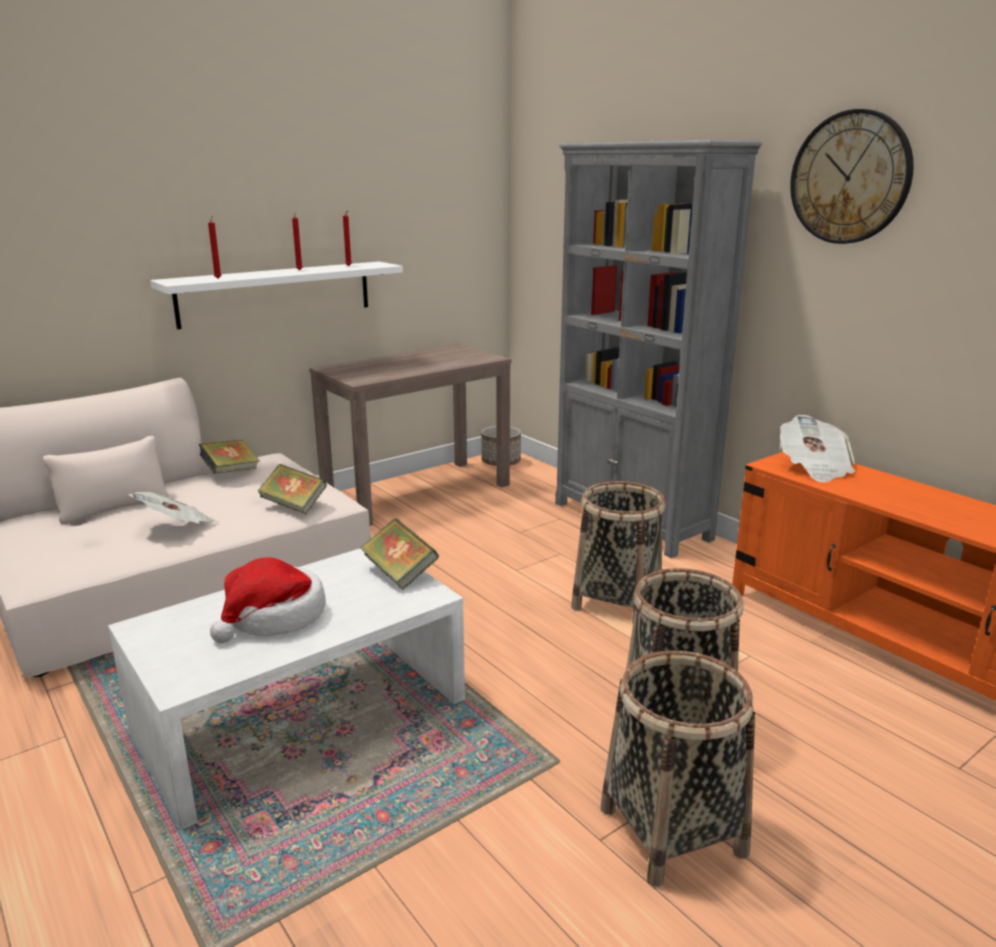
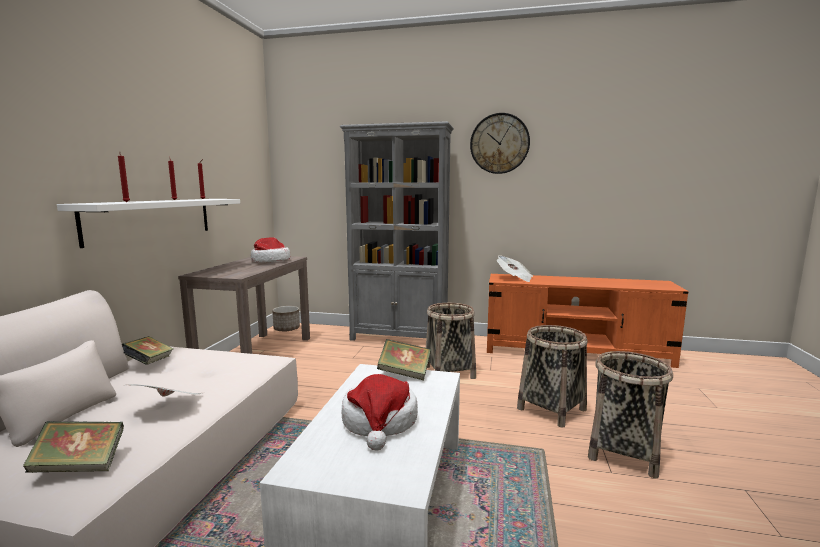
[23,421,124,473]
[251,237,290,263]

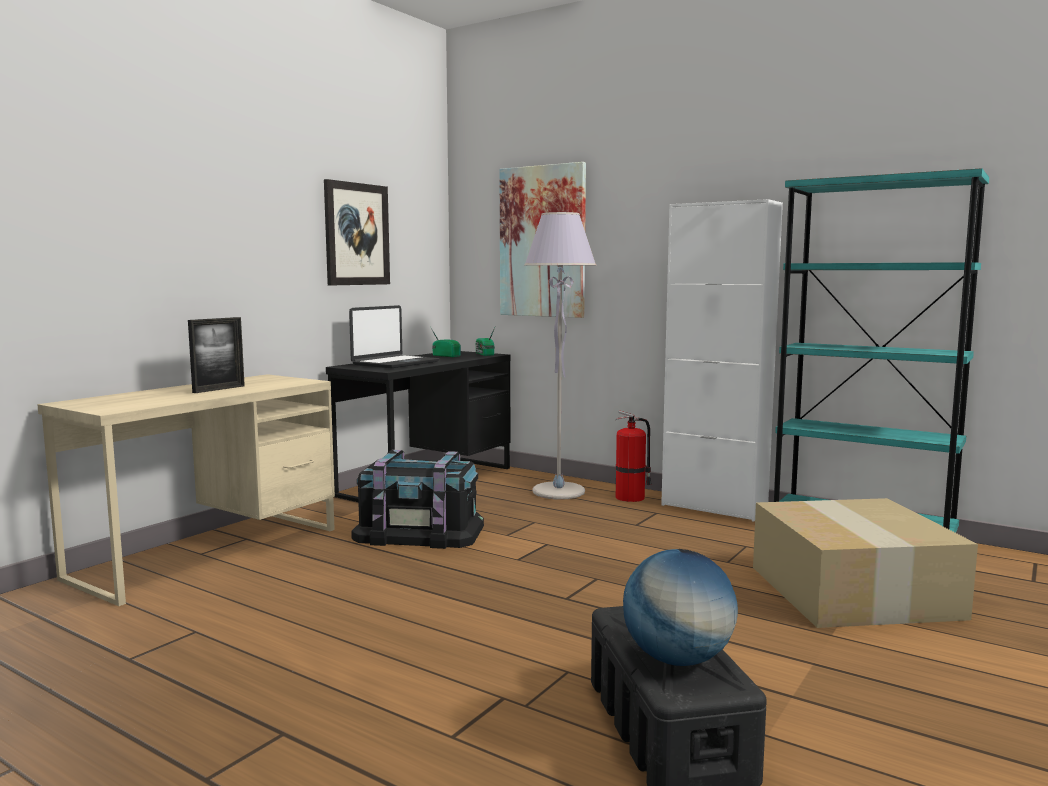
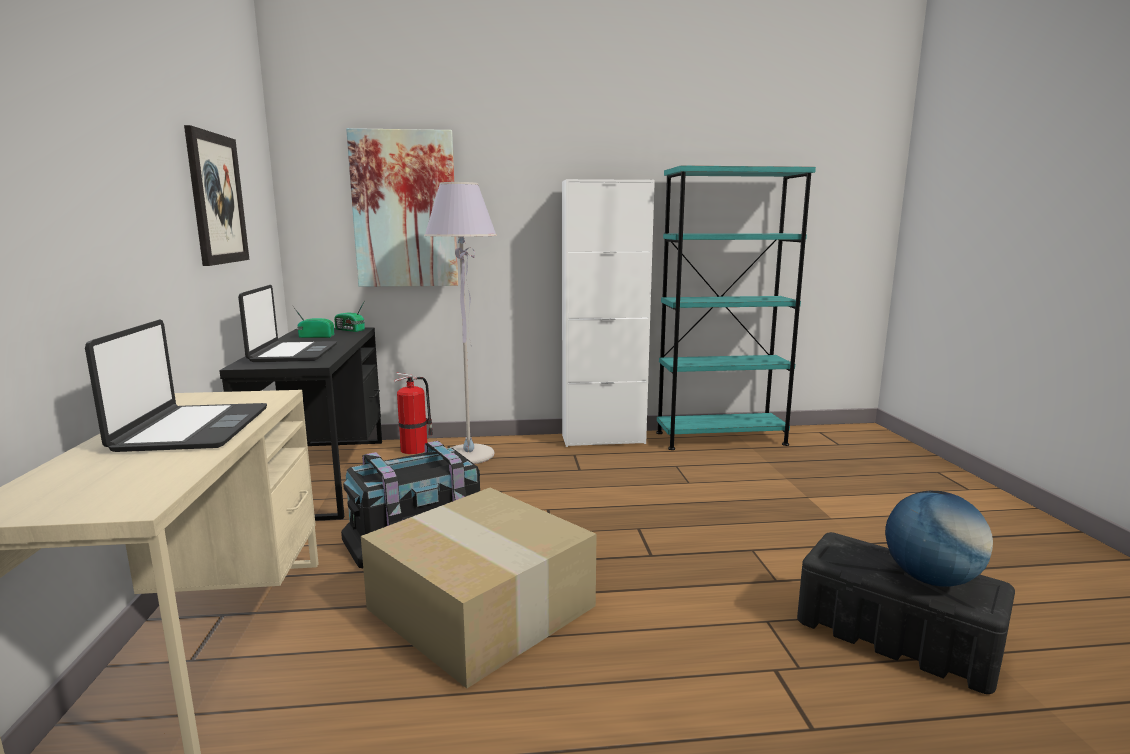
[85,319,267,452]
[361,488,597,688]
[394,373,434,454]

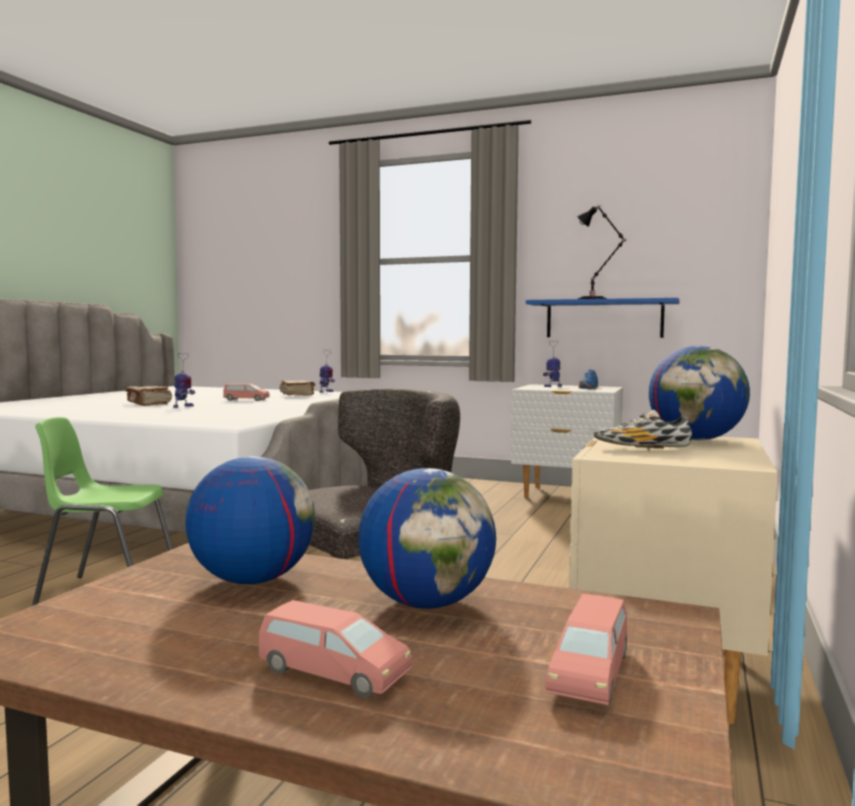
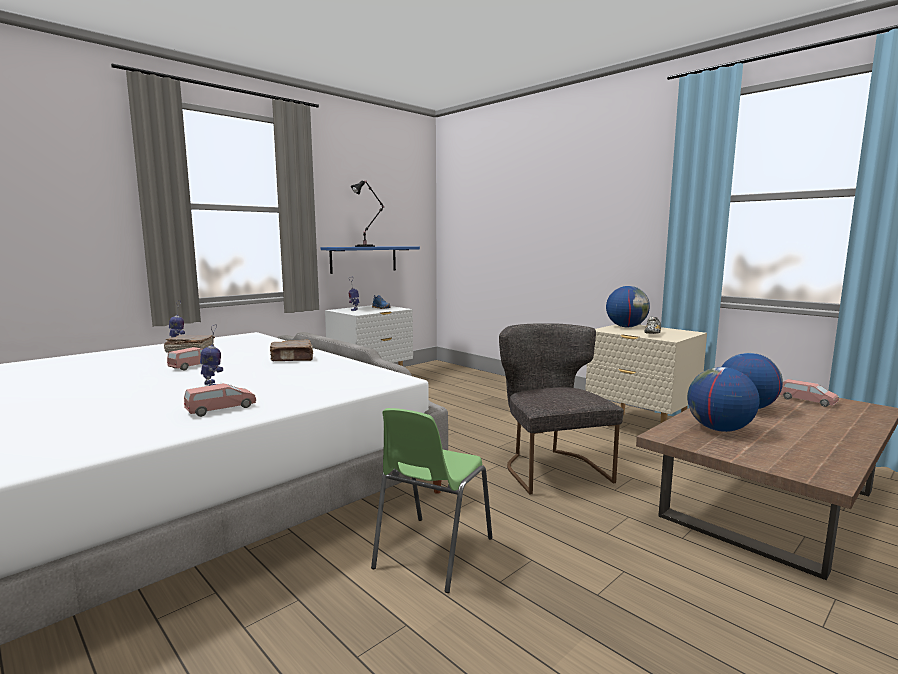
[184,383,256,417]
[270,339,313,361]

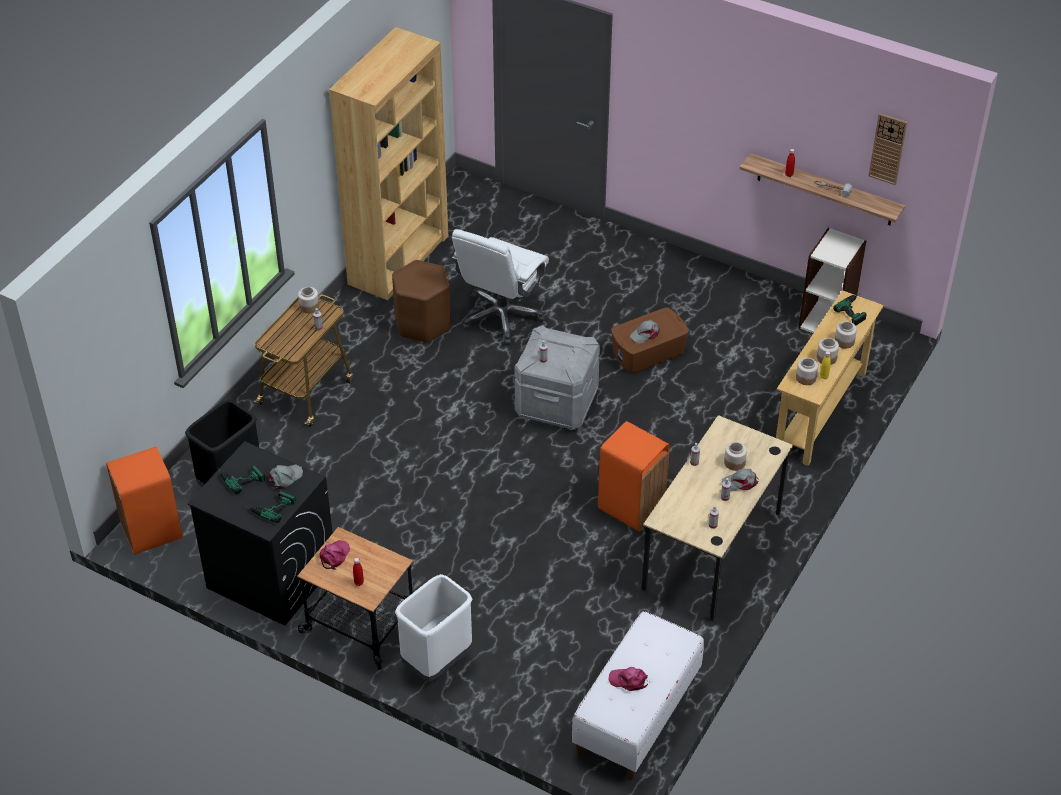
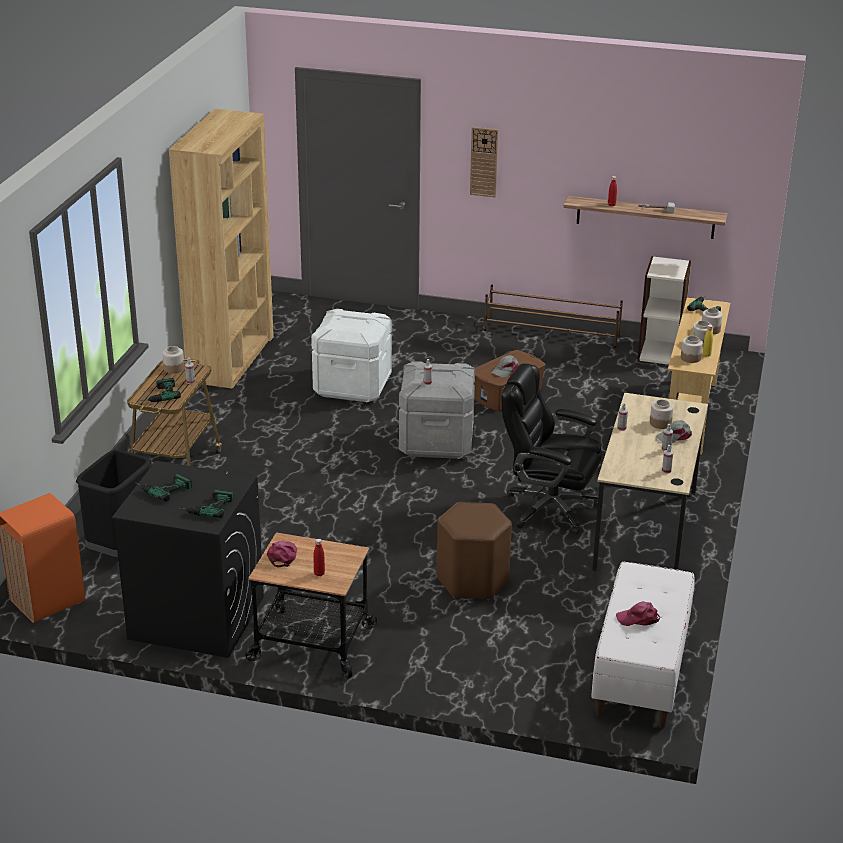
[142,378,181,402]
[311,309,392,402]
[437,502,512,600]
[470,127,498,198]
[484,285,623,348]
[502,363,602,535]
[269,465,303,491] (first image)
[395,574,473,682] (first image)

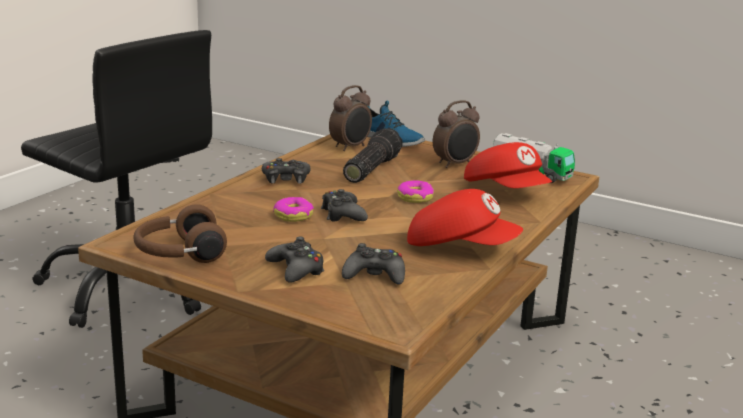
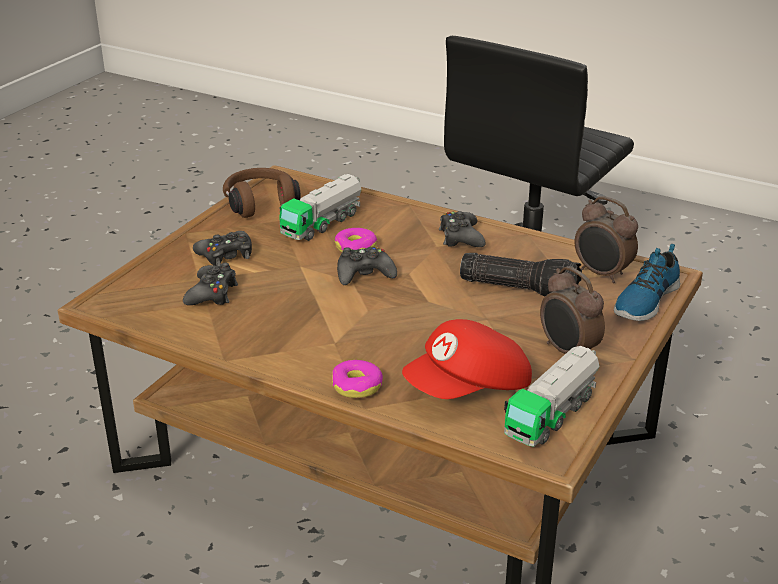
[279,174,362,241]
[332,360,383,398]
[407,189,523,246] (first image)

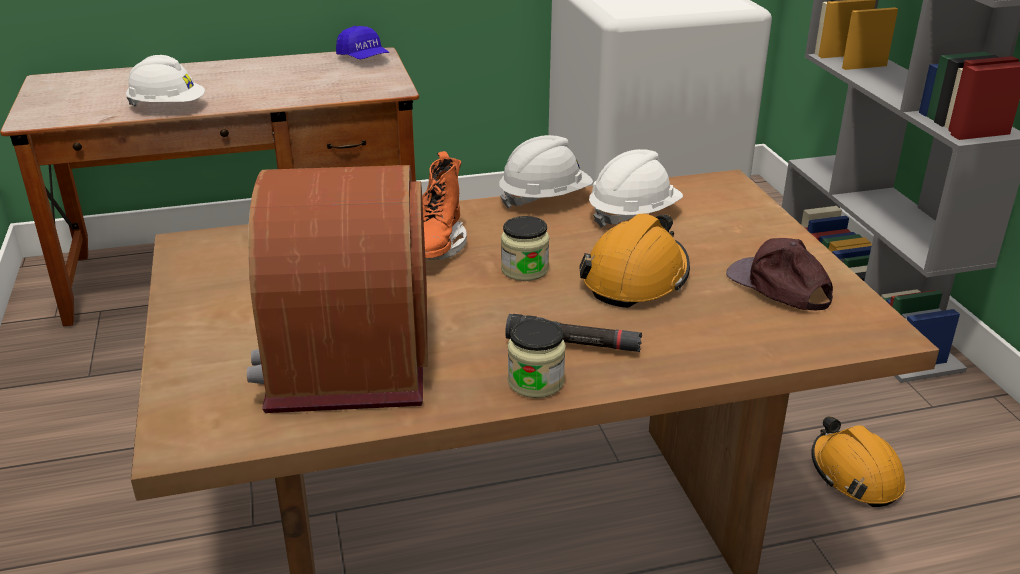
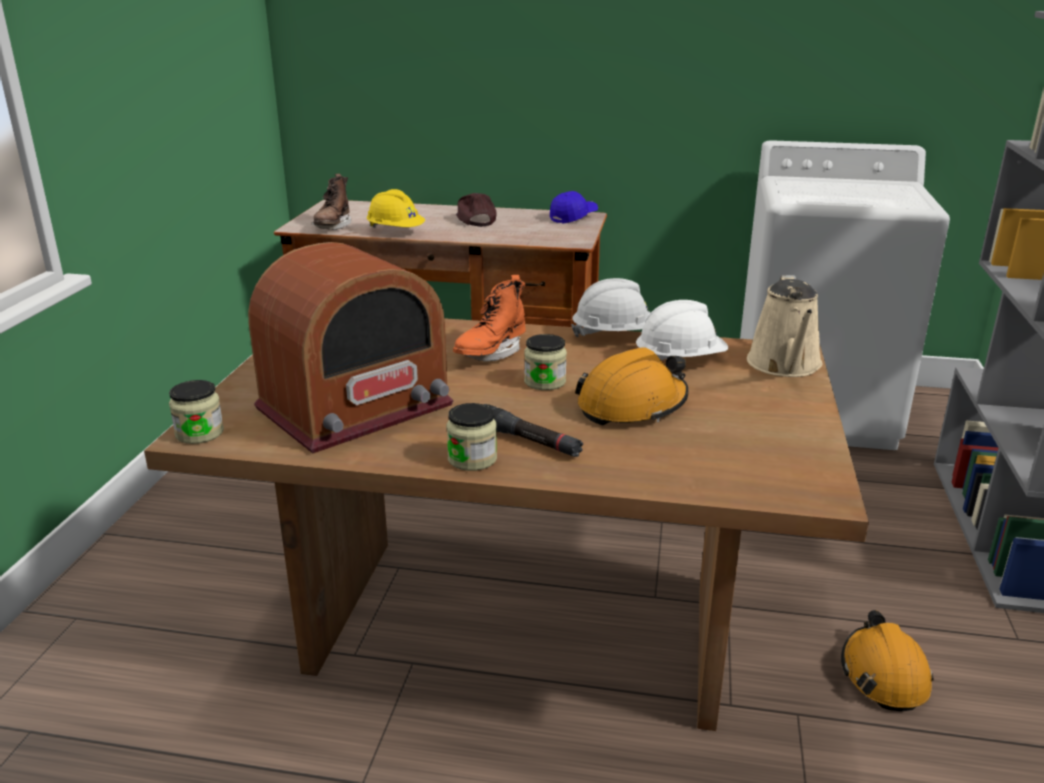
[169,380,224,444]
[248,242,454,453]
[312,173,351,230]
[367,189,425,228]
[456,193,497,227]
[550,191,598,224]
[747,275,822,377]

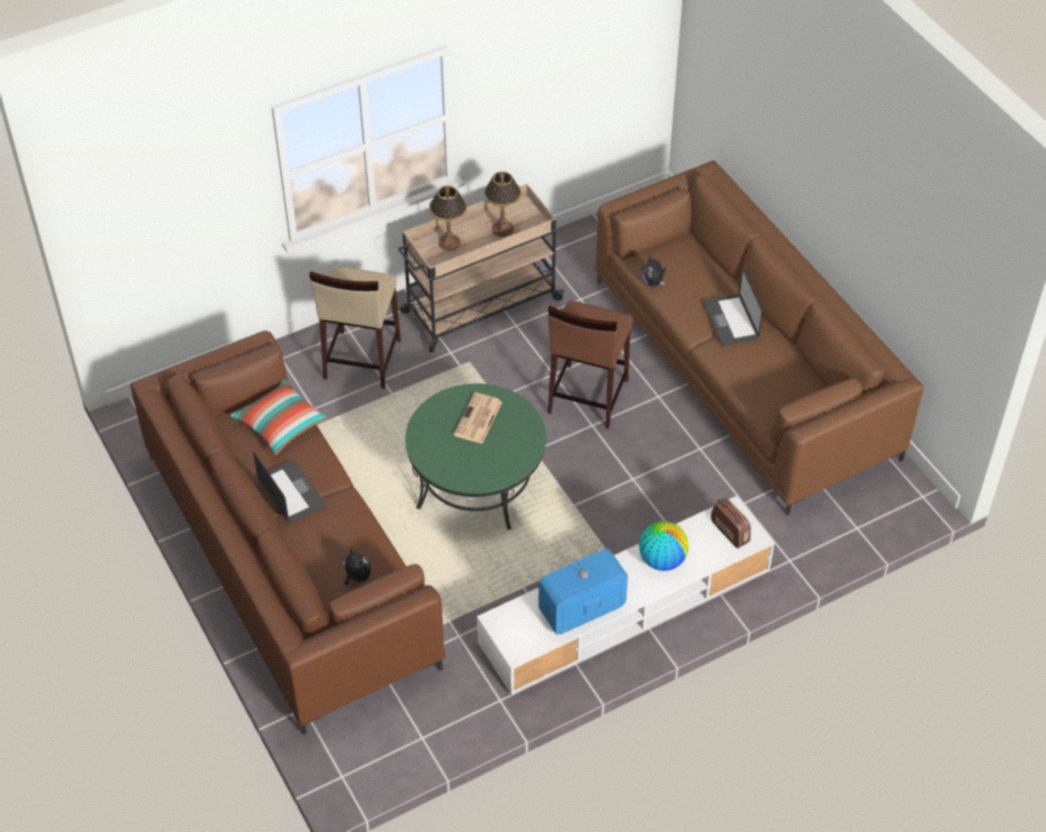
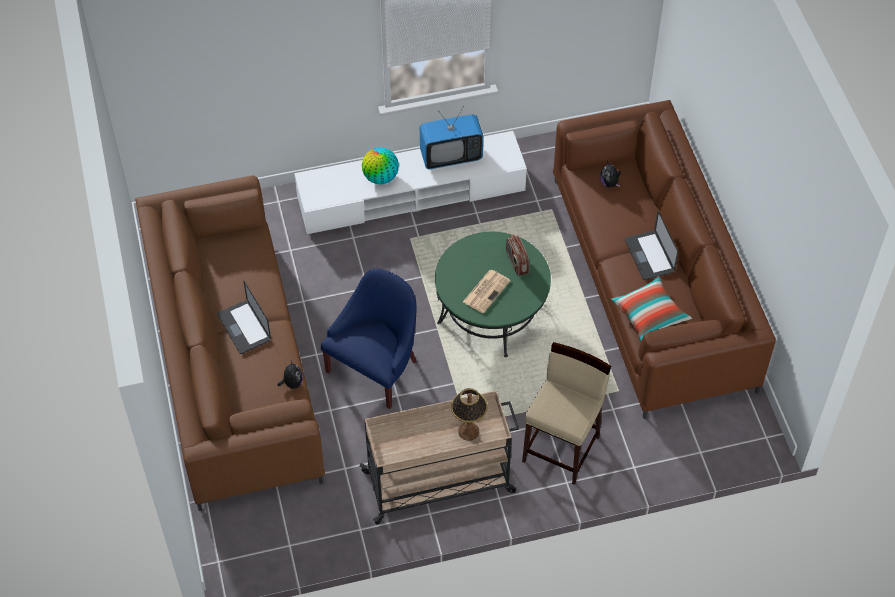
[217,281,271,354]
[321,268,417,409]
[506,235,529,276]
[484,171,522,237] (first image)

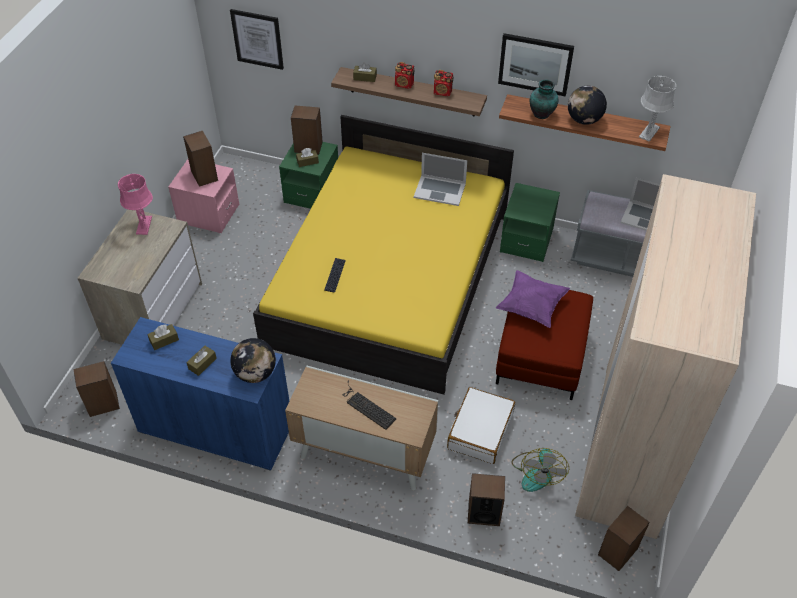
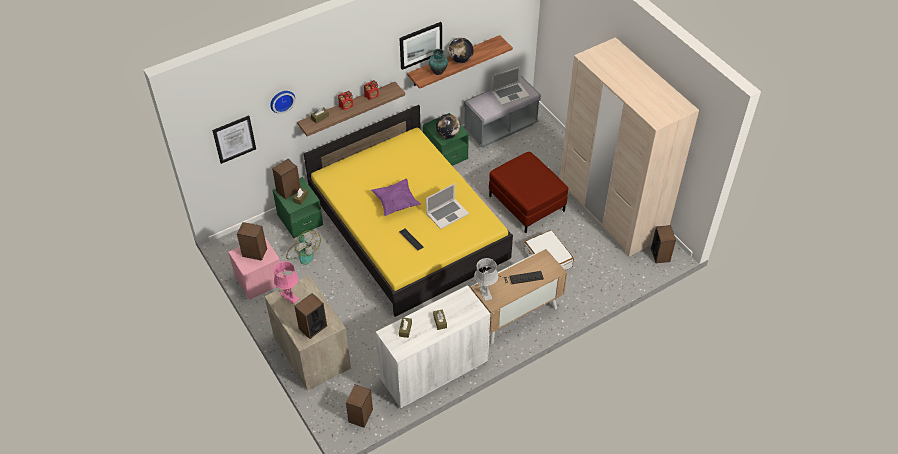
[270,91,295,114]
[286,230,321,265]
[294,293,327,339]
[371,178,421,216]
[376,285,491,408]
[426,183,469,229]
[436,114,460,139]
[474,258,498,301]

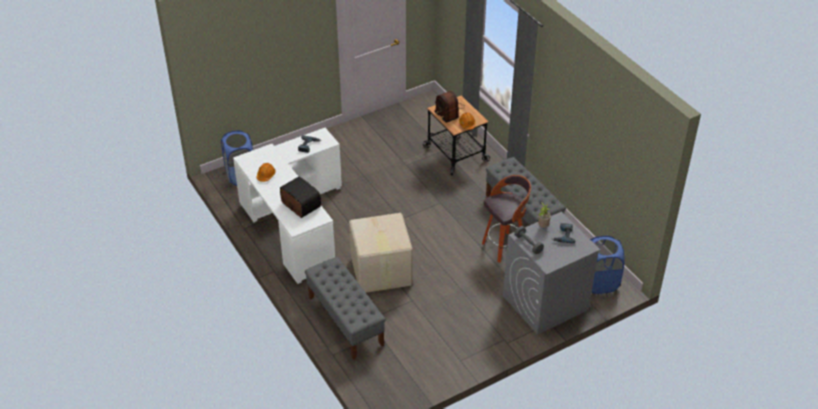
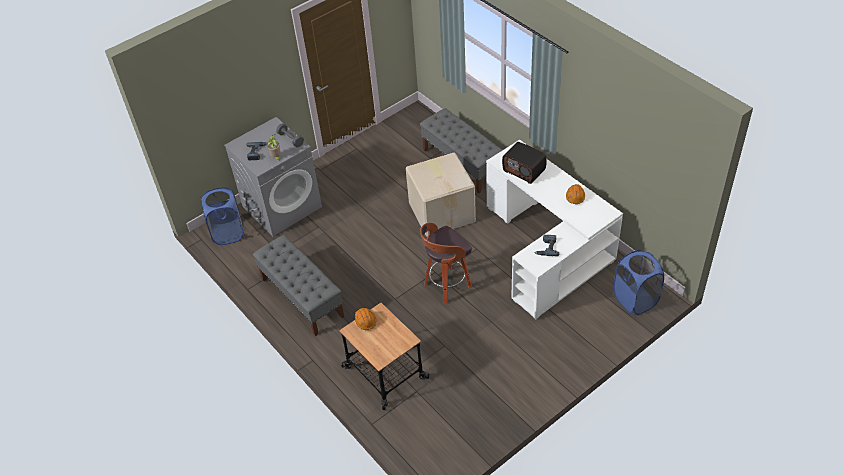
[420,222,472,304]
[435,91,465,123] (first image)

